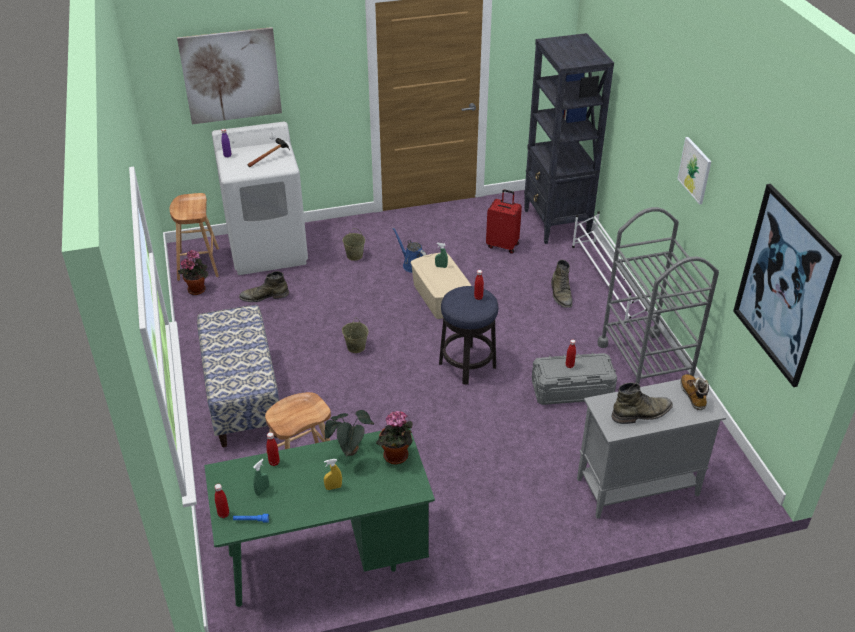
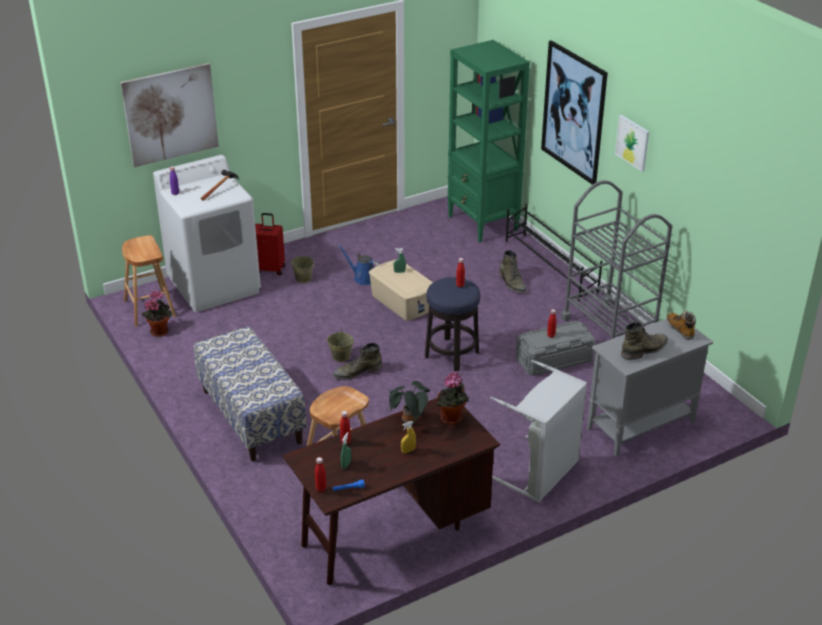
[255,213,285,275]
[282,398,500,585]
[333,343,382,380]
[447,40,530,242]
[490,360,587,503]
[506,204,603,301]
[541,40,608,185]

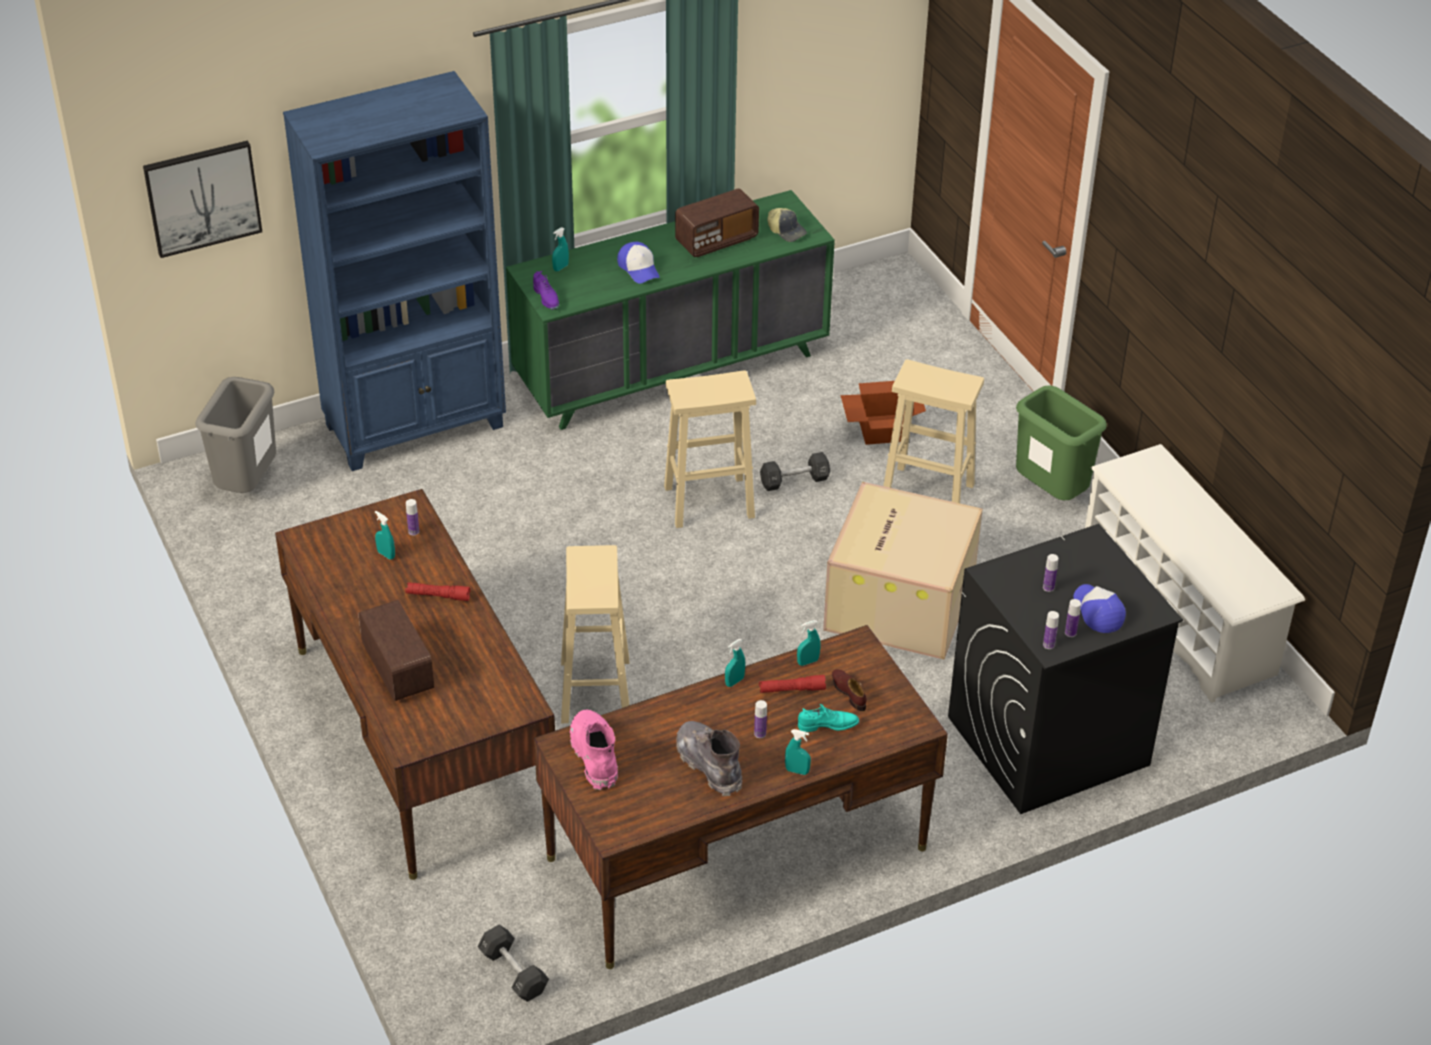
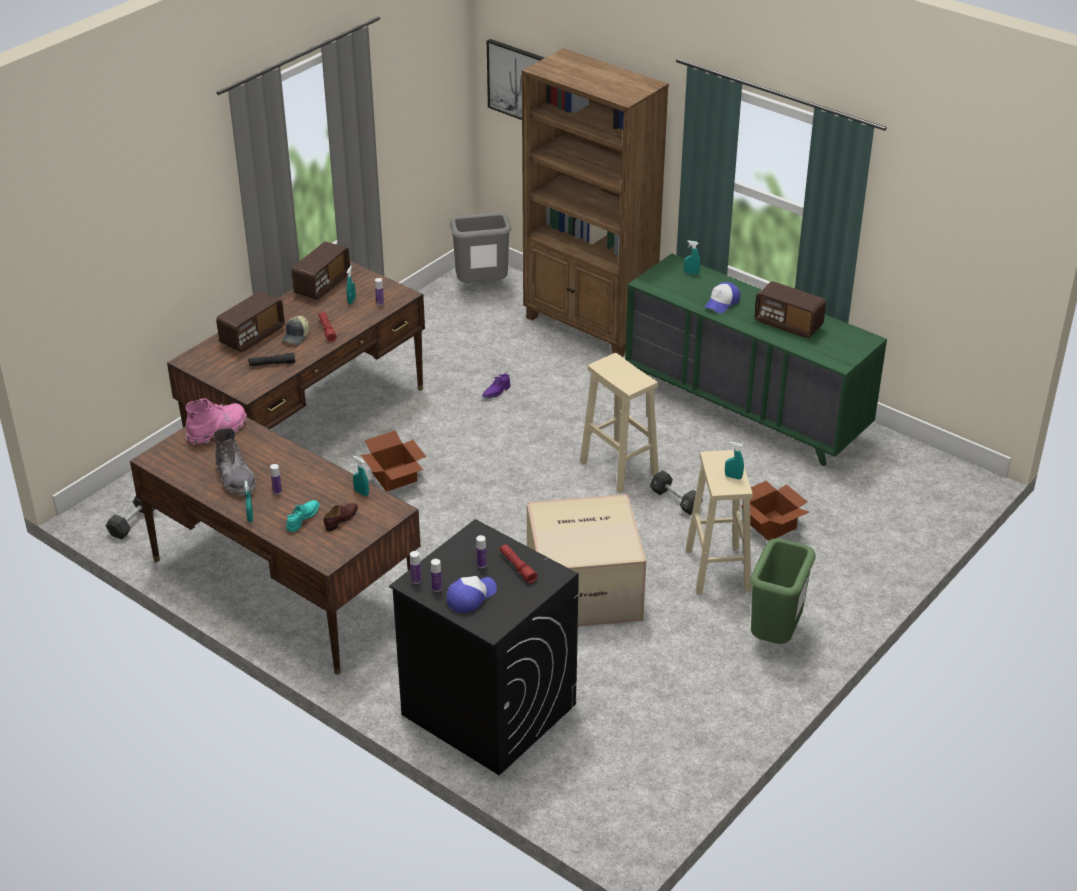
[213,428,256,496]
[249,353,295,366]
[282,316,310,345]
[286,500,320,532]
[292,241,350,300]
[361,430,426,492]
[482,373,511,398]
[499,544,537,583]
[522,48,669,357]
[725,442,744,480]
[1085,444,1305,703] (first image)

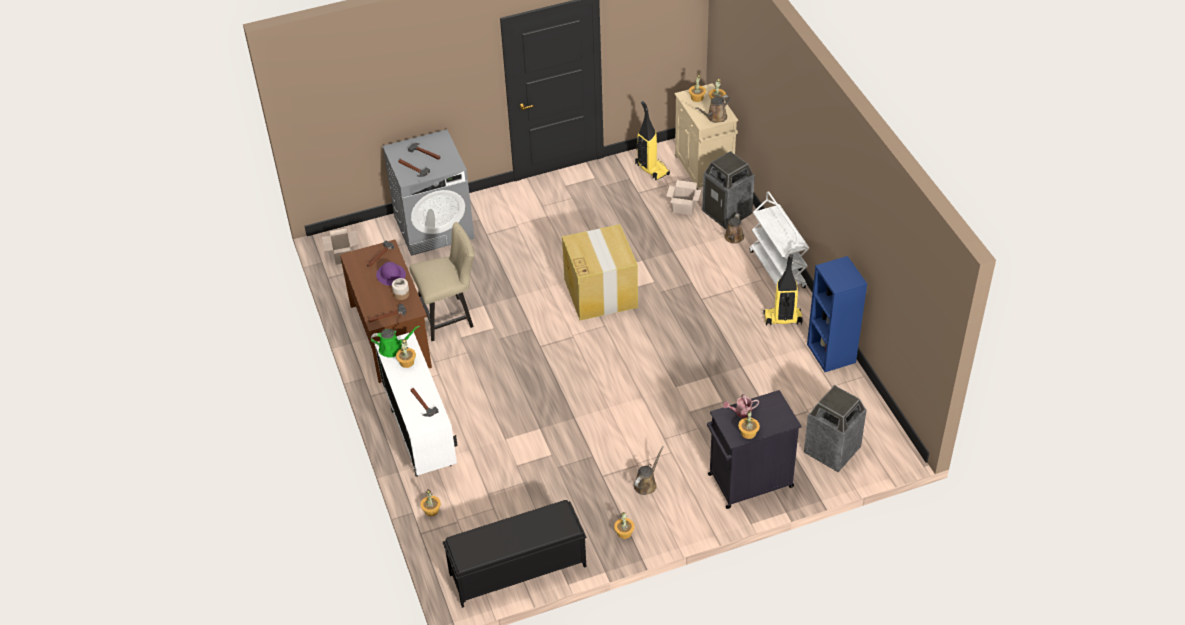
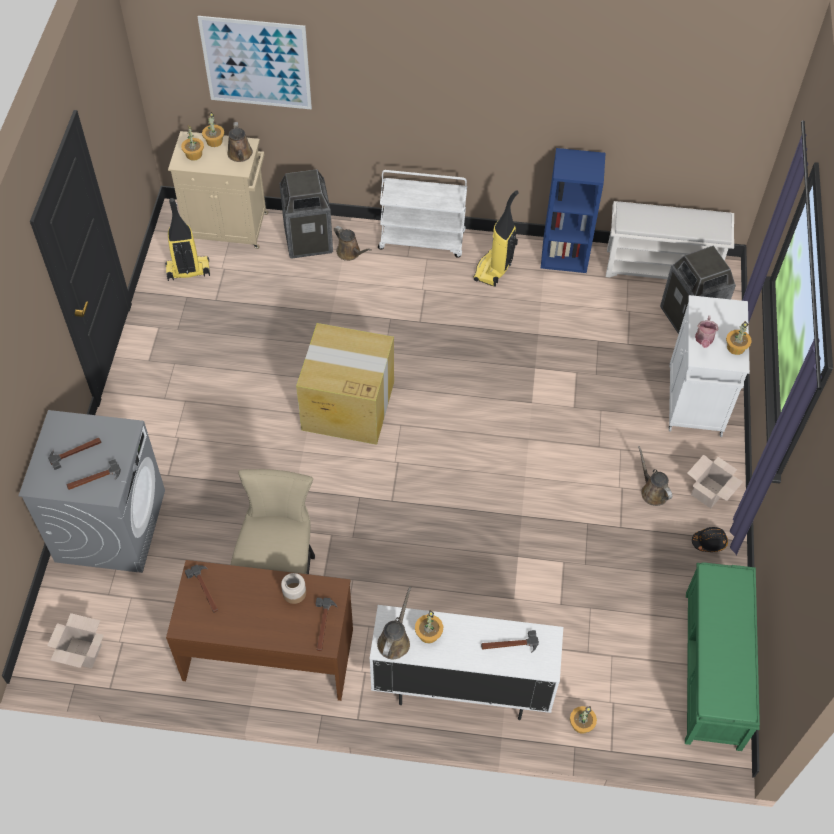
[198,16,312,109]
[377,586,411,659]
[606,201,734,279]
[668,295,750,437]
[685,562,760,751]
[687,455,743,508]
[692,527,728,552]
[376,262,406,286] (first image)

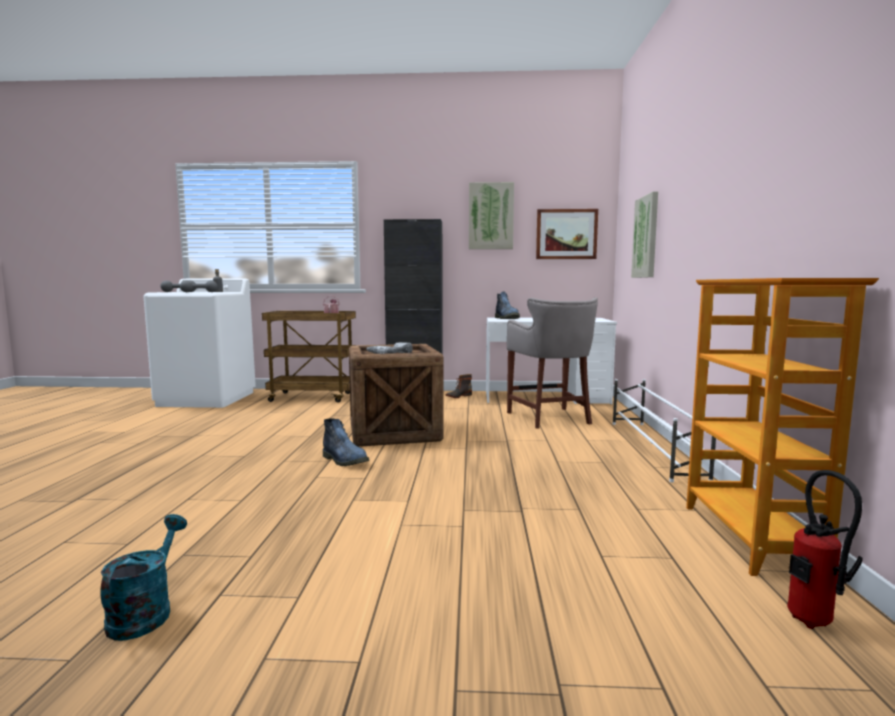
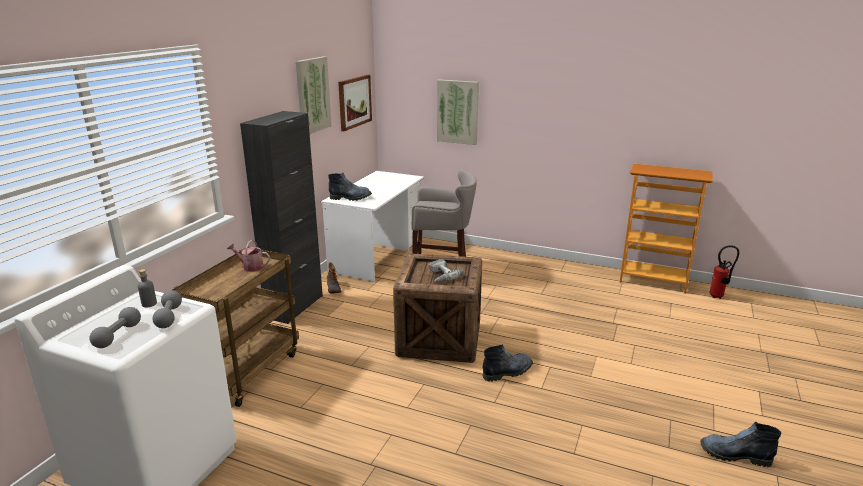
[700,422,781,467]
[613,379,716,483] (first image)

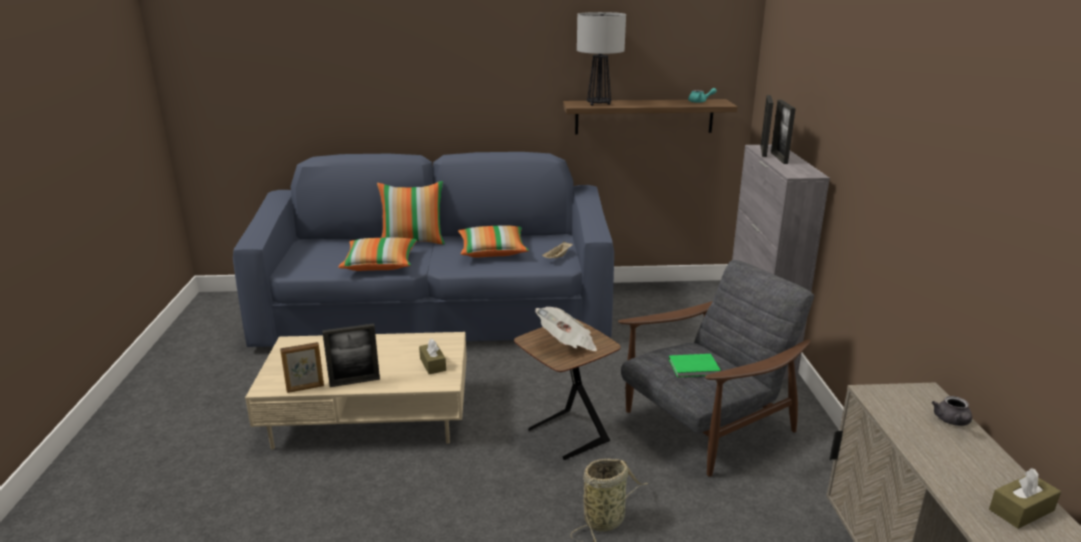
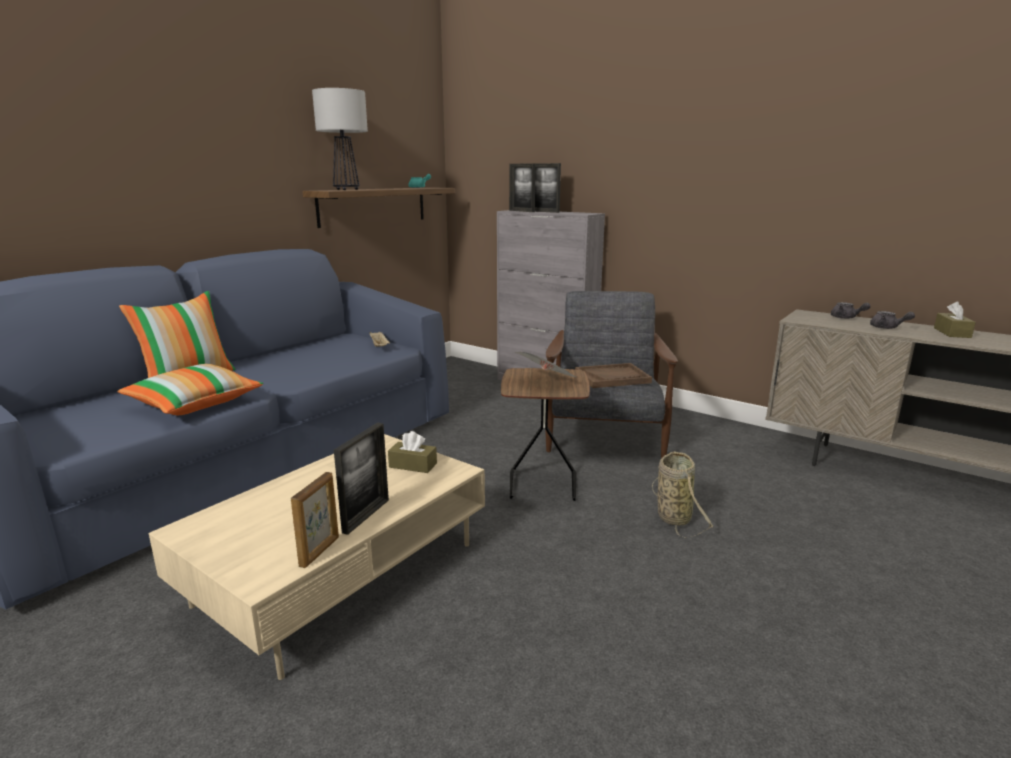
[575,363,652,388]
[870,311,915,329]
[458,225,529,258] (first image)

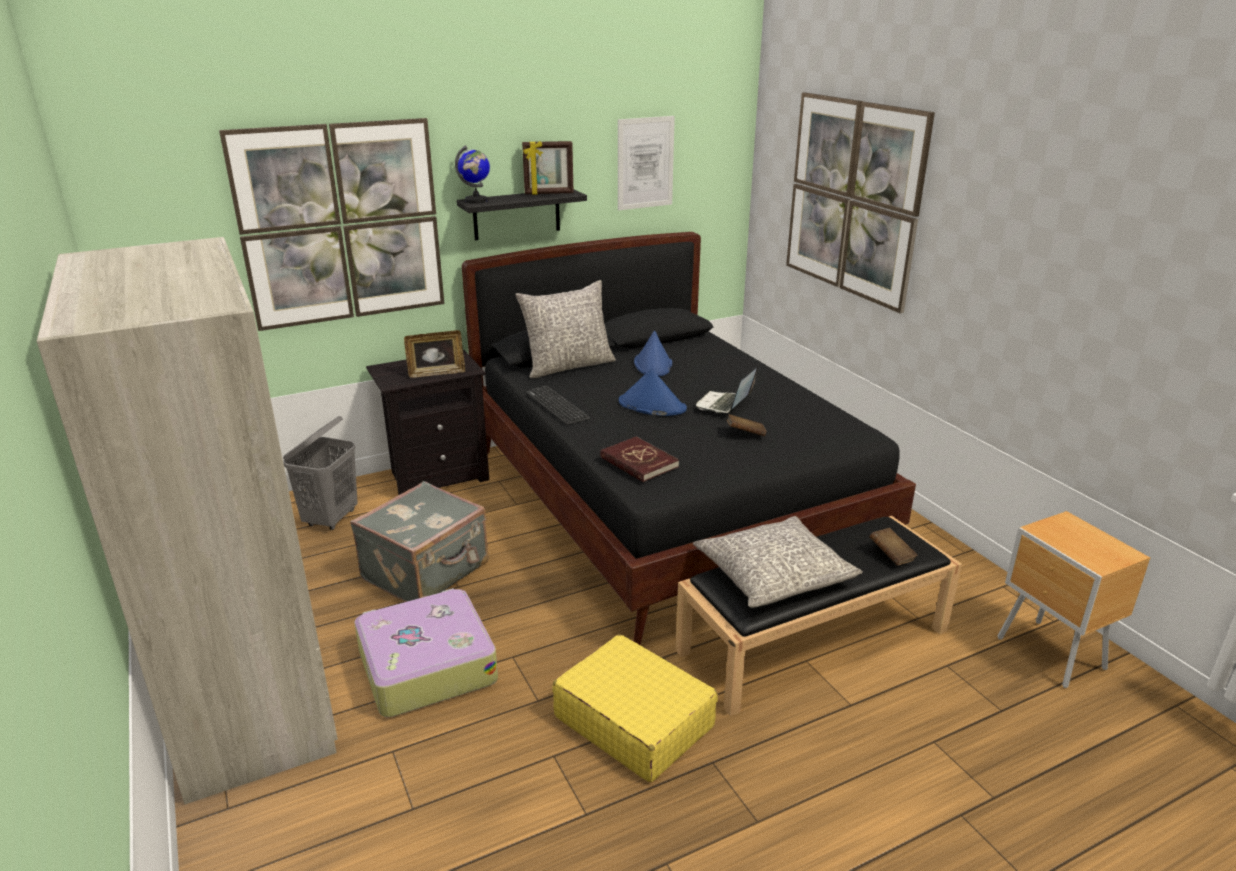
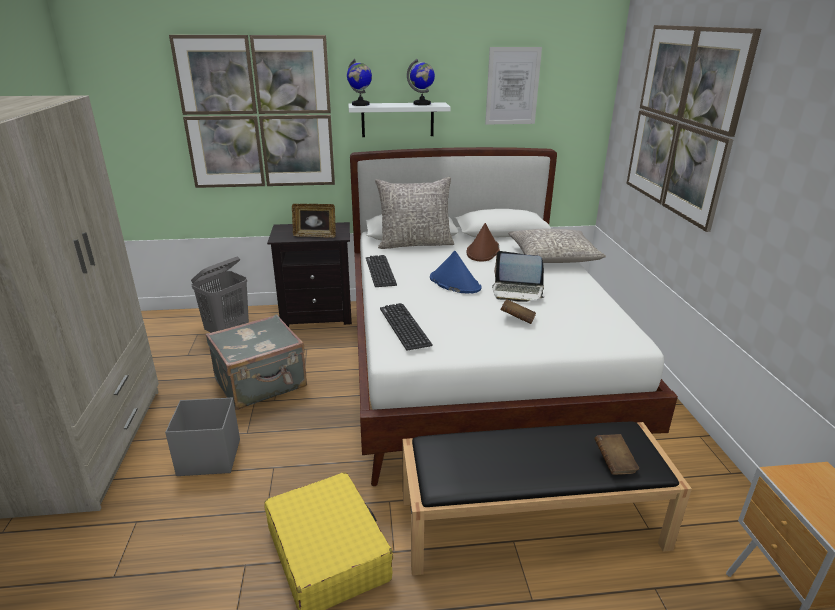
[165,397,240,476]
[349,103,451,137]
[350,147,678,486]
[380,303,433,351]
[407,59,435,105]
[467,223,500,262]
[492,251,544,302]
[508,229,606,263]

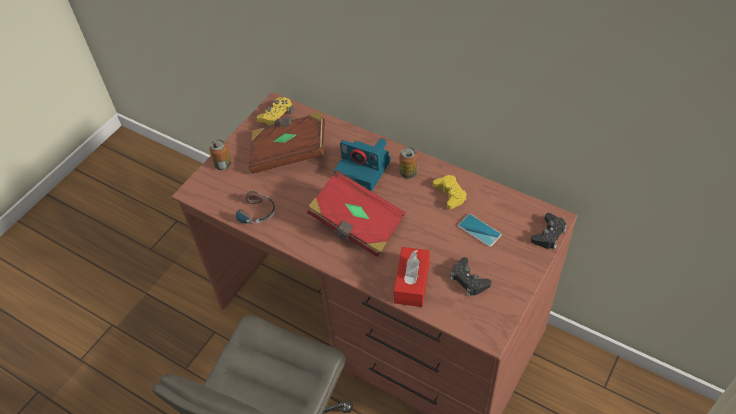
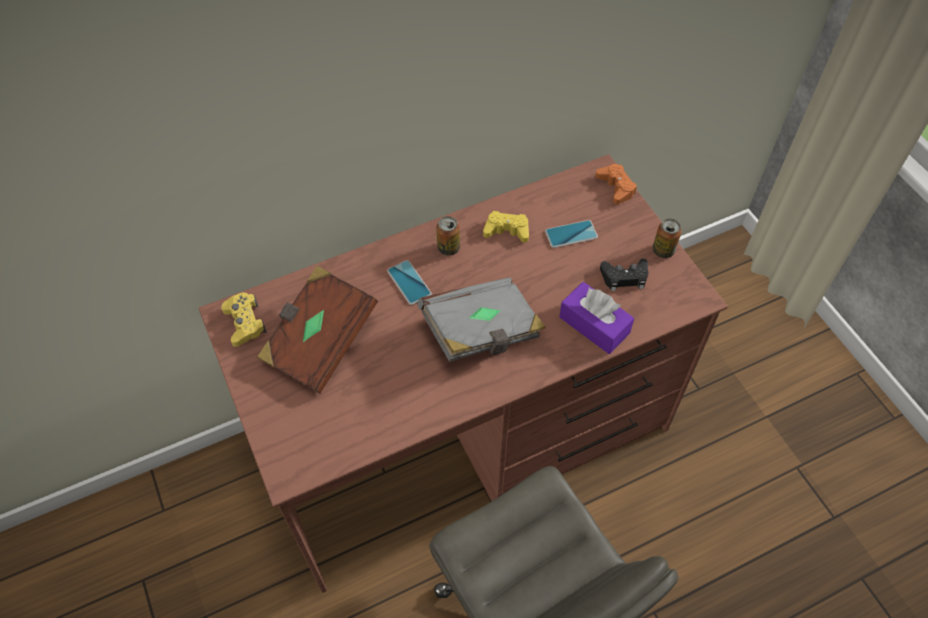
[387,260,432,305]
[418,277,546,362]
[559,282,634,354]
[595,164,637,204]
[653,219,682,258]
[231,191,275,223] (first image)

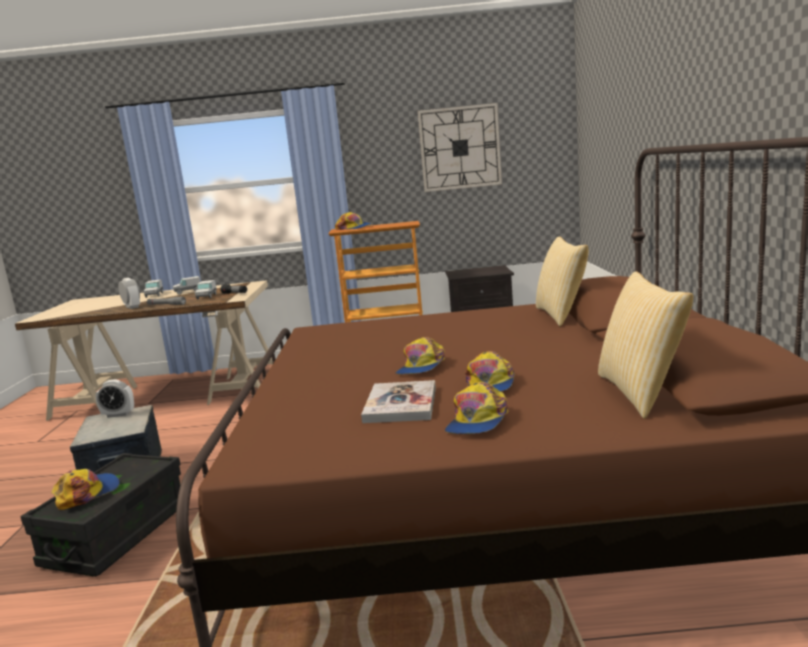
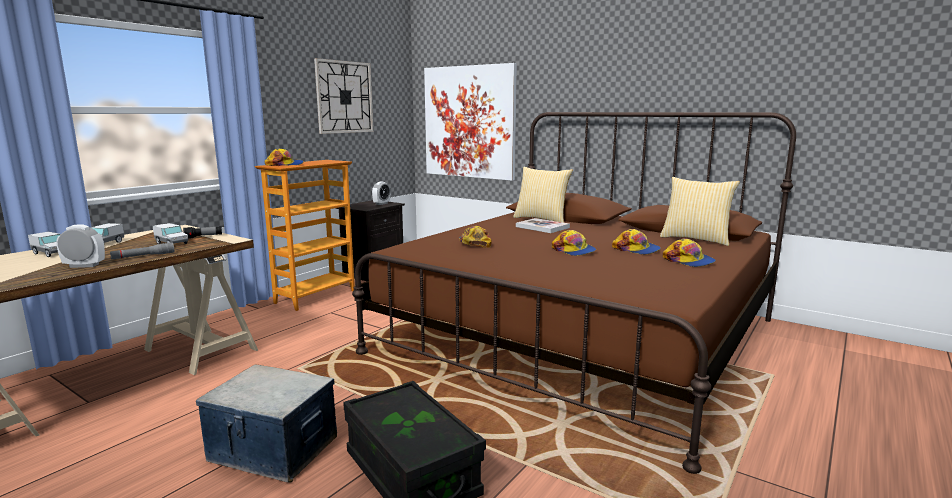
[372,182,390,205]
[424,63,517,181]
[459,226,492,248]
[516,218,570,233]

